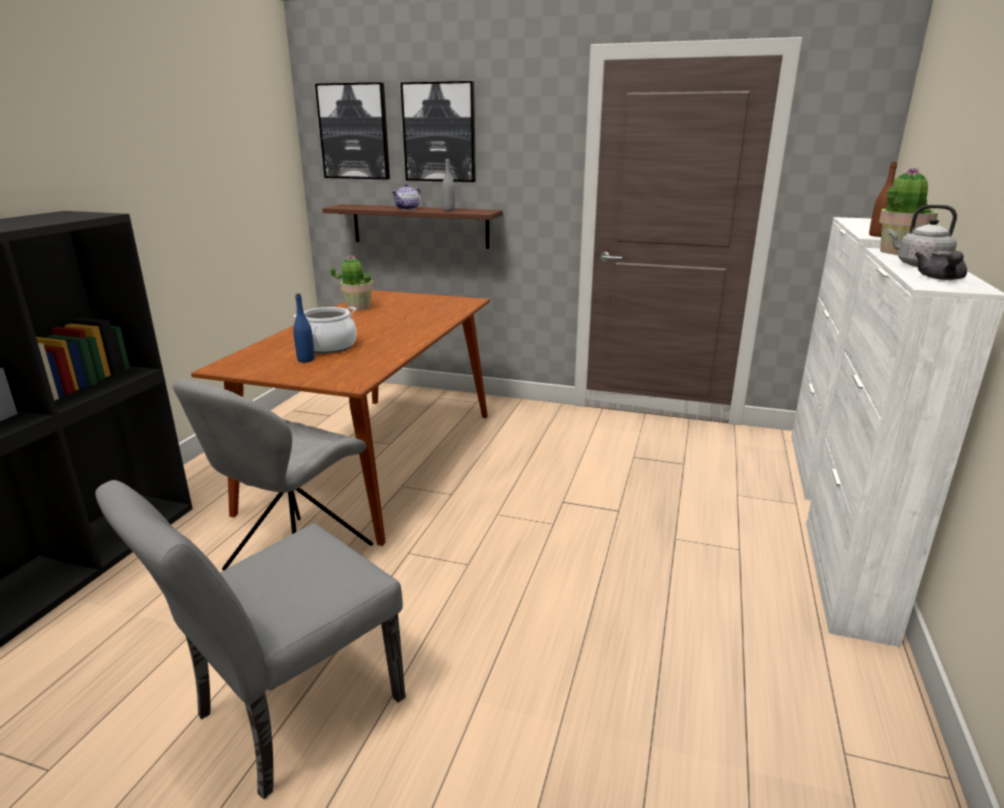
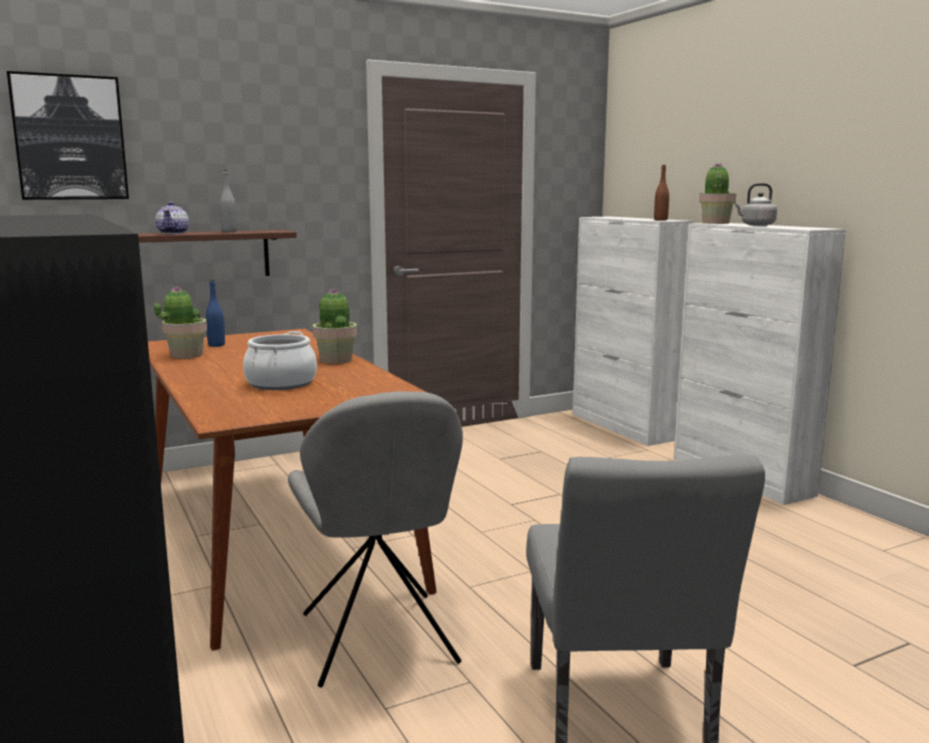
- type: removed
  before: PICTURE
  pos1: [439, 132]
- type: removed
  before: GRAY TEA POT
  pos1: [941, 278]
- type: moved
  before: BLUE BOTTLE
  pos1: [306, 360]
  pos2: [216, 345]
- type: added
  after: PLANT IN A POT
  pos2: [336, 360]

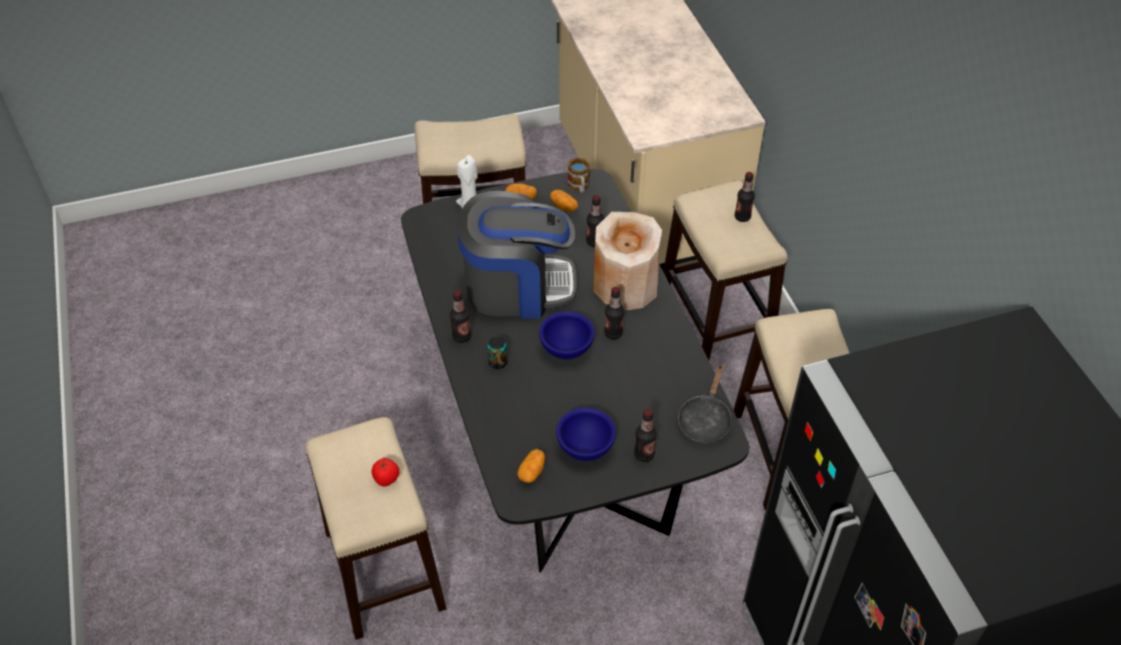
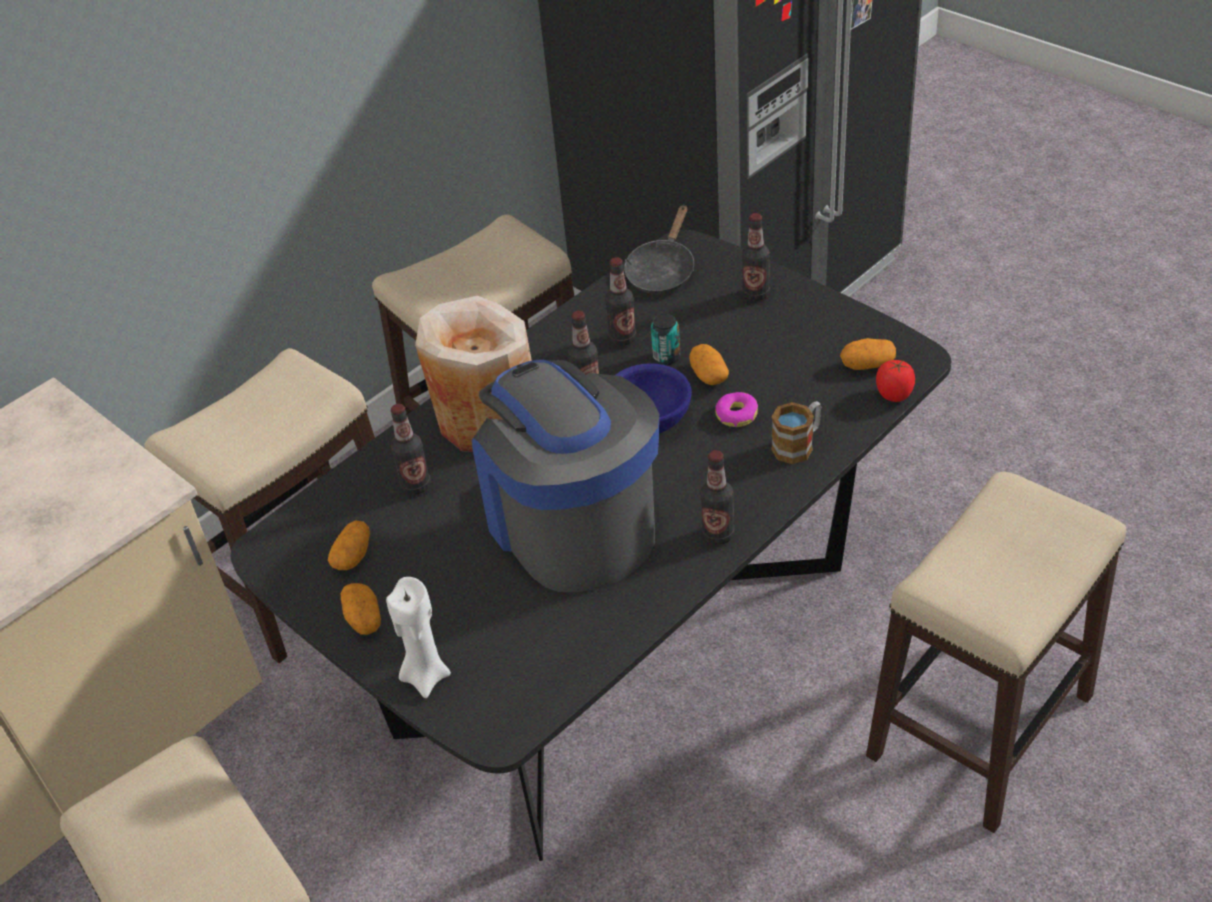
- type: moved
  before: TEA MUG
  pos1: [579, 187]
  pos2: [798, 445]
- type: moved
  before: BOTTLE
  pos1: [742, 217]
  pos2: [622, 338]
- type: moved
  before: METAL CAN
  pos1: [498, 362]
  pos2: [666, 357]
- type: turned
  before: BLACKISH FRYING PAN
  pos1: [705, 419]
  pos2: [662, 271]
  turn: 120
- type: removed
  before: BLUE SERVING BOWL
  pos1: [584, 448]
- type: moved
  before: WHOLE TOMATO
  pos1: [386, 479]
  pos2: [894, 395]
- type: added
  after: SPUD
  pos2: [708, 375]
- type: added
  after: RING DOUGHNUT
  pos2: [736, 415]

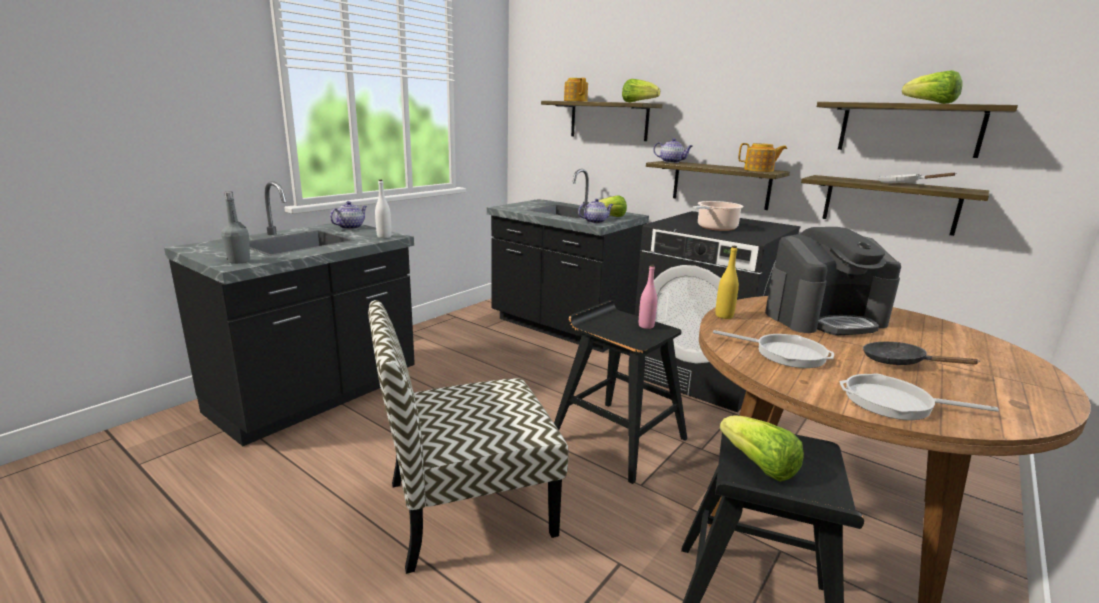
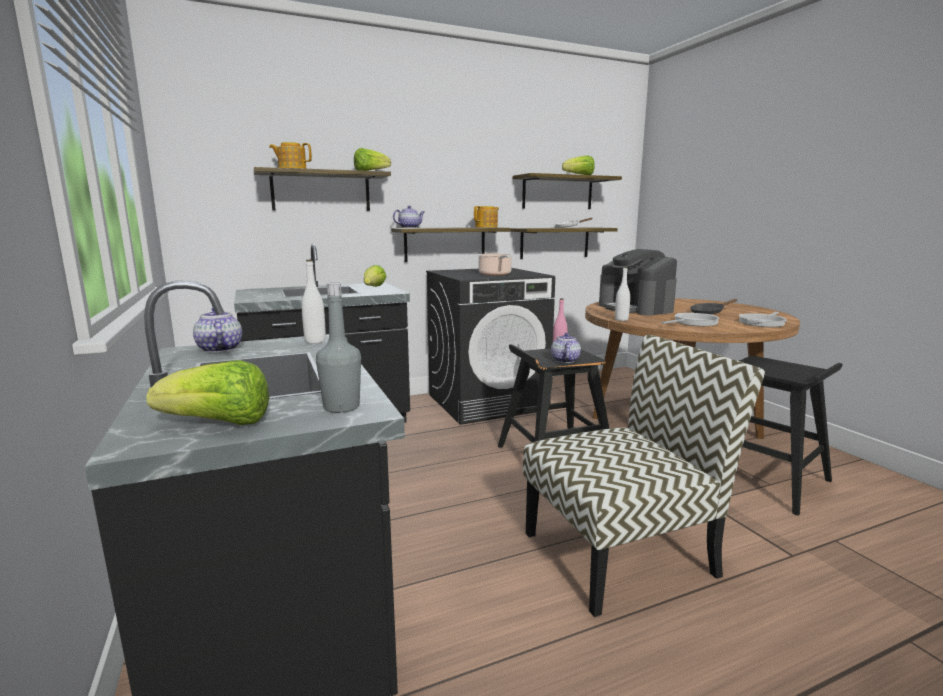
- type: moved
  before: TEA POT
  pos1: [595, 222]
  pos2: [564, 360]
- type: turned
  before: COFFEE MAKER
  pos1: [824, 318]
  pos2: [636, 308]
  turn: 135
- type: recoloured
  before: YELLOWISH BOTTLE
  after: WHITISH BOTTLE
  pos1: [724, 316]
  pos2: [621, 319]
- type: turned
  before: CHAIR
  pos1: [467, 509]
  pos2: [620, 552]
  turn: -120
- type: moved
  before: HEAD OF LETTUCE
  pos1: [758, 465]
  pos2: [219, 424]

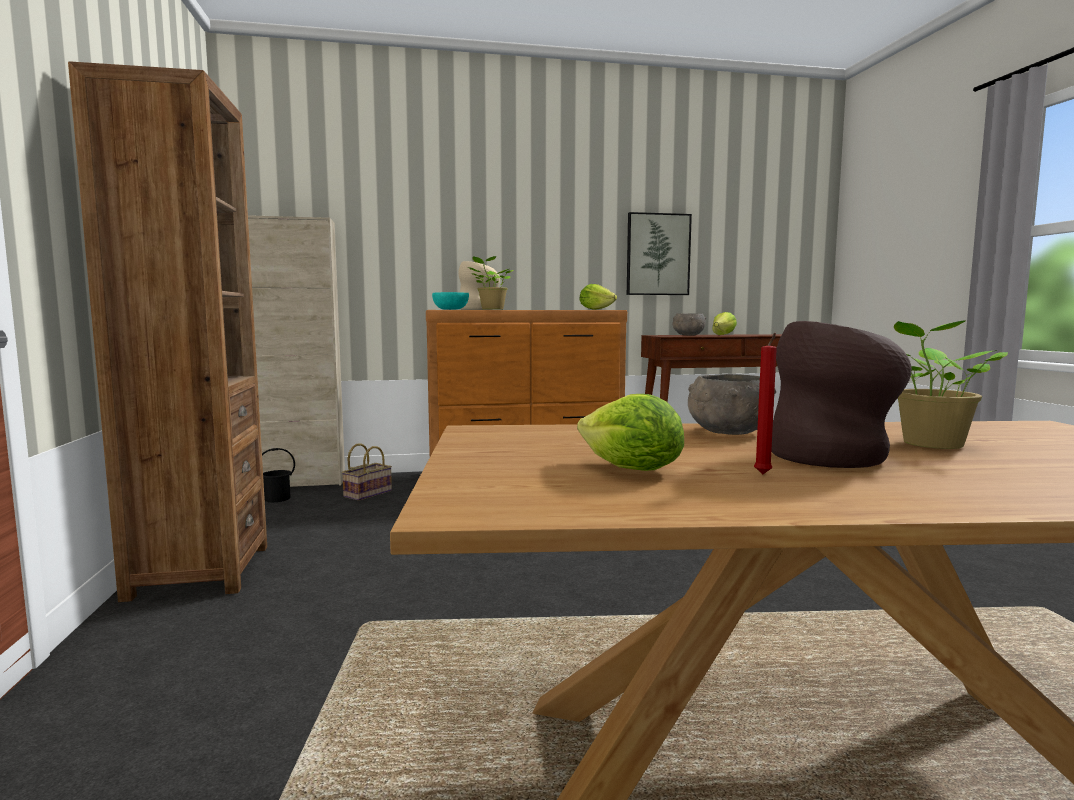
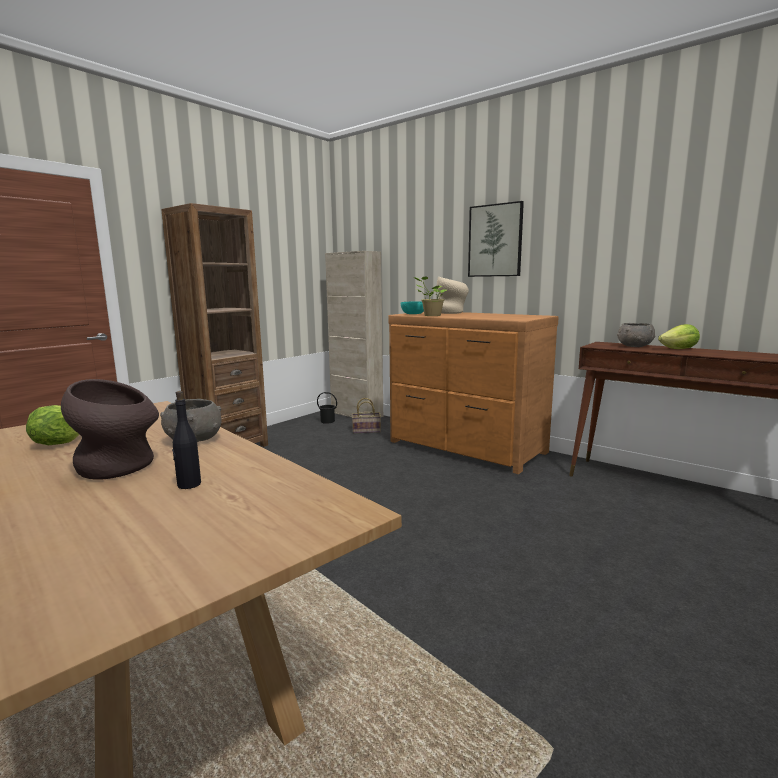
- type: moved
  before: PICTURE
  pos1: [657, 254]
  pos2: [495, 240]
- type: removed
  before: HEAD OF LETTUCE
  pos1: [596, 309]
- type: replaced
  before: PLANT IN A POT
  after: BLACKISH BOTTLE
  pos1: [930, 444]
  pos2: [189, 484]
- type: removed
  before: RED WAX LIGHT
  pos1: [763, 475]

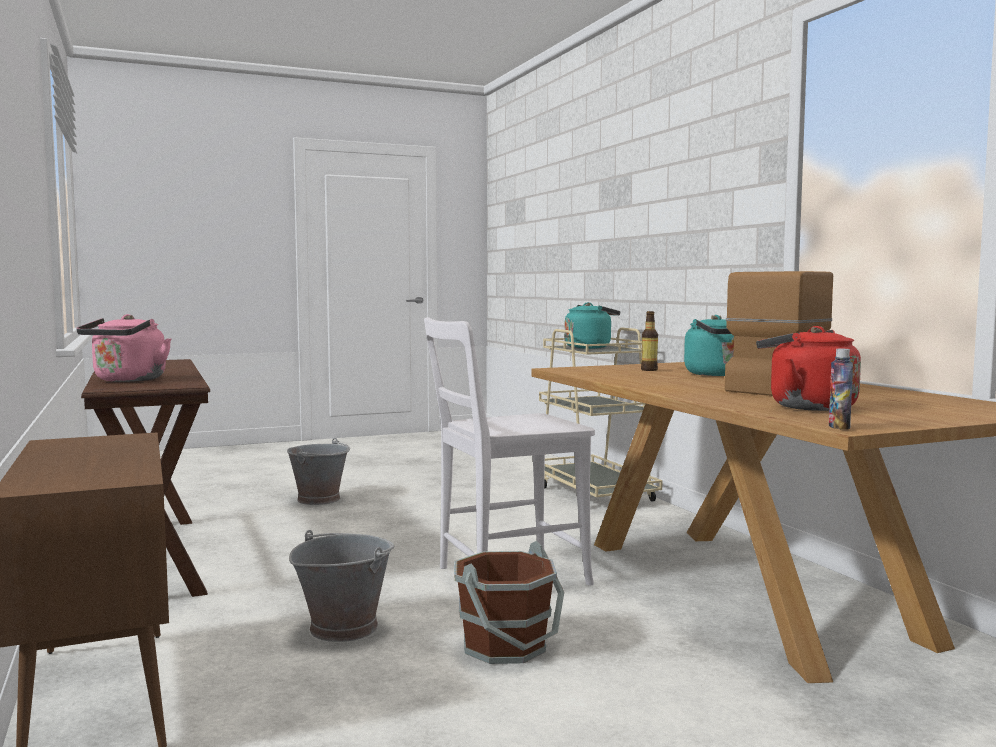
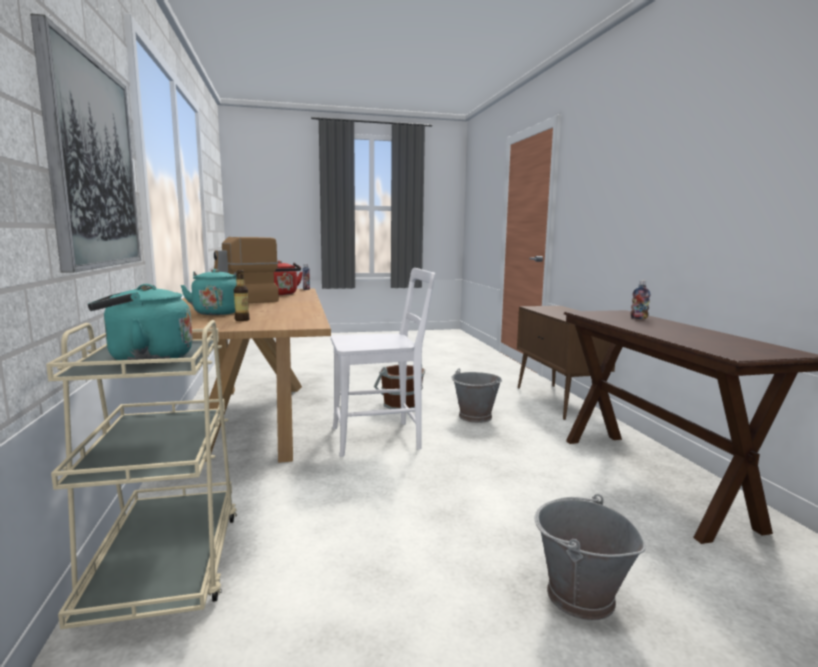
- type: replaced
  before: PINK WATER KETTLE
  after: BOTTLE
  pos1: [127, 380]
  pos2: [638, 318]
- type: added
  after: PICTURE
  pos2: [92, 165]

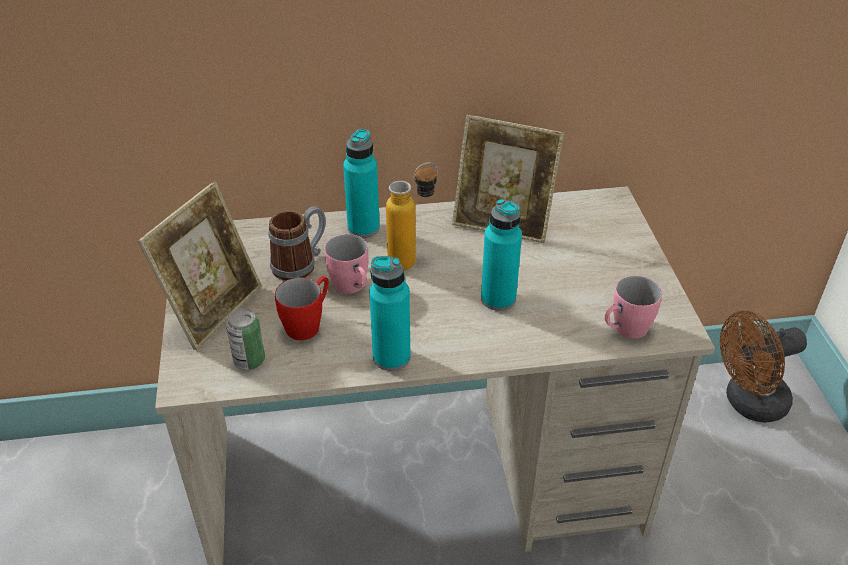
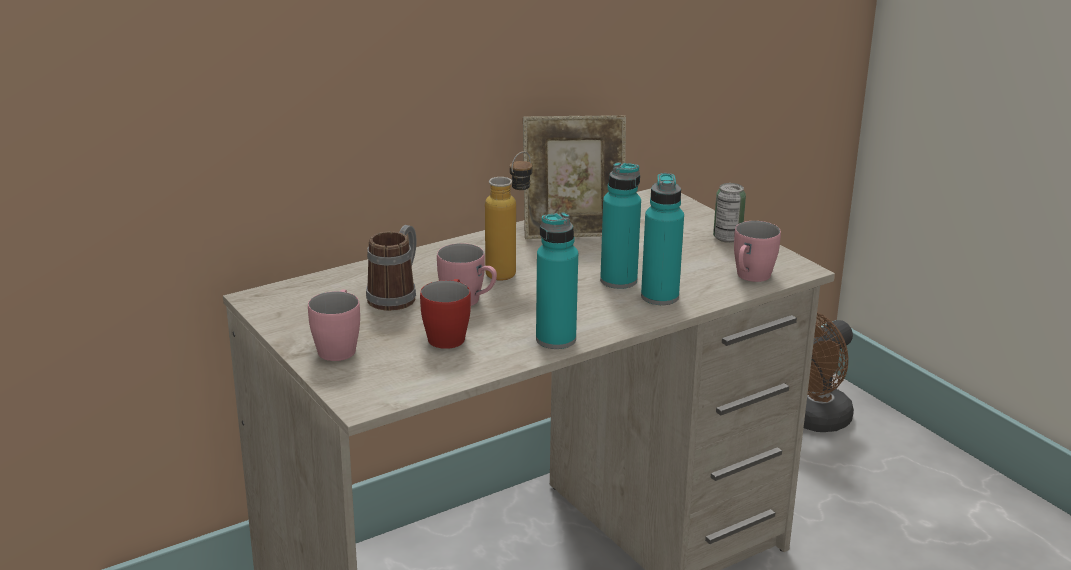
- type: moved
  before: TURQUOISE BOTTLE
  pos1: [363, 228]
  pos2: [659, 297]
- type: replaced
  before: PHOTO FRAME
  after: PINK TEA MUG
  pos1: [214, 310]
  pos2: [338, 346]
- type: moved
  before: METAL CAN
  pos1: [249, 360]
  pos2: [727, 238]

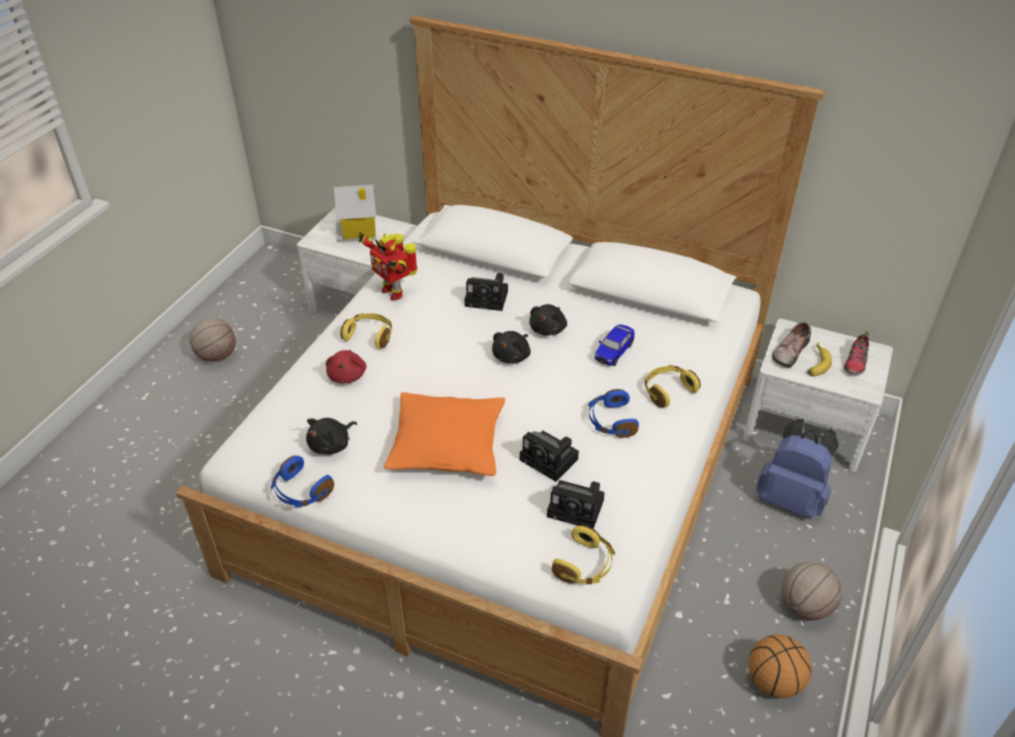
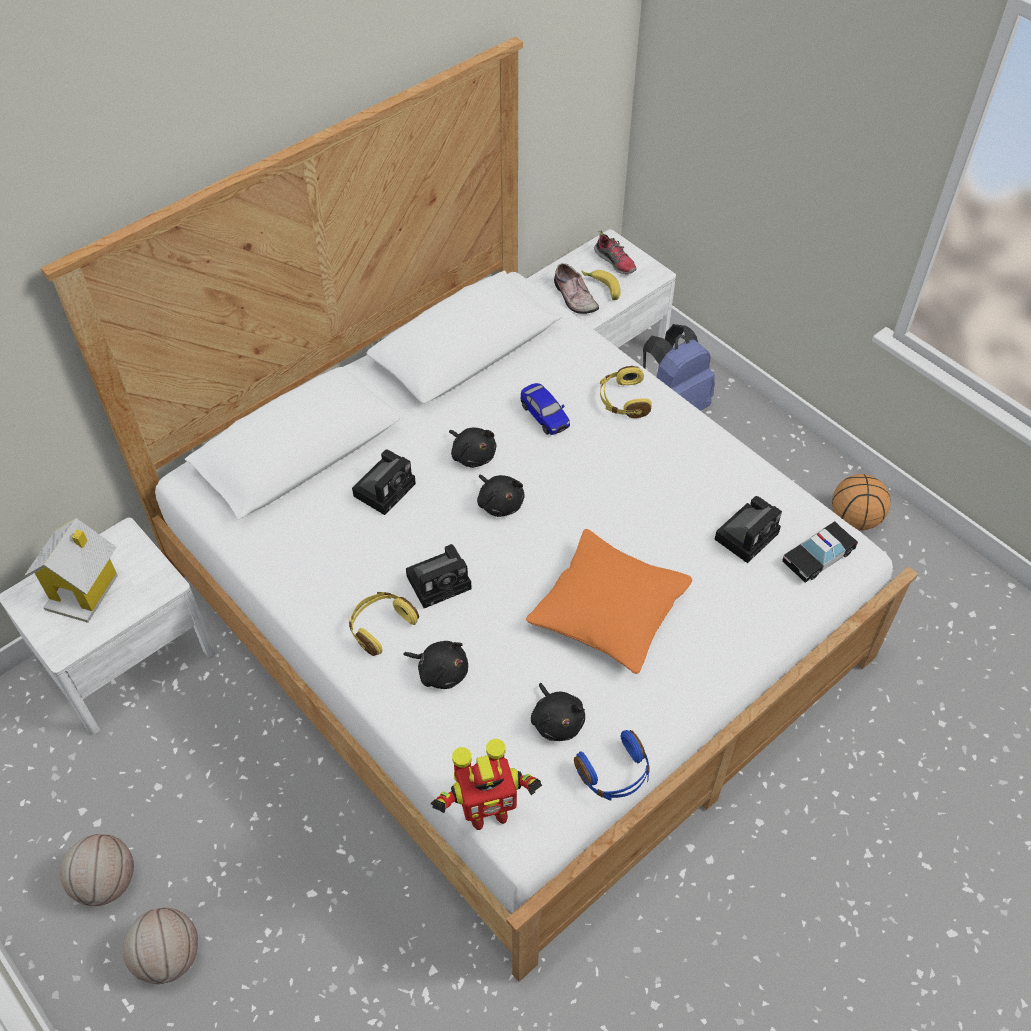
- type: moved
  before: ROBOT FIGURE
  pos1: [393, 292]
  pos2: [486, 813]
- type: recoloured
  before: RED CUDDLY TOY
  after: BLACKISH CUDDLY TOY
  pos1: [347, 375]
  pos2: [440, 671]
- type: removed
  before: BLUE PAIR OF HEADPHONES
  pos1: [611, 421]
- type: moved
  before: PHOTO CAMERA
  pos1: [551, 460]
  pos2: [441, 581]
- type: replaced
  before: YELLOWISH PAIR OF HEADPHONES
  after: MODEL CAR
  pos1: [585, 565]
  pos2: [818, 557]
- type: moved
  before: BASKETBALL BALL
  pos1: [805, 606]
  pos2: [168, 957]

